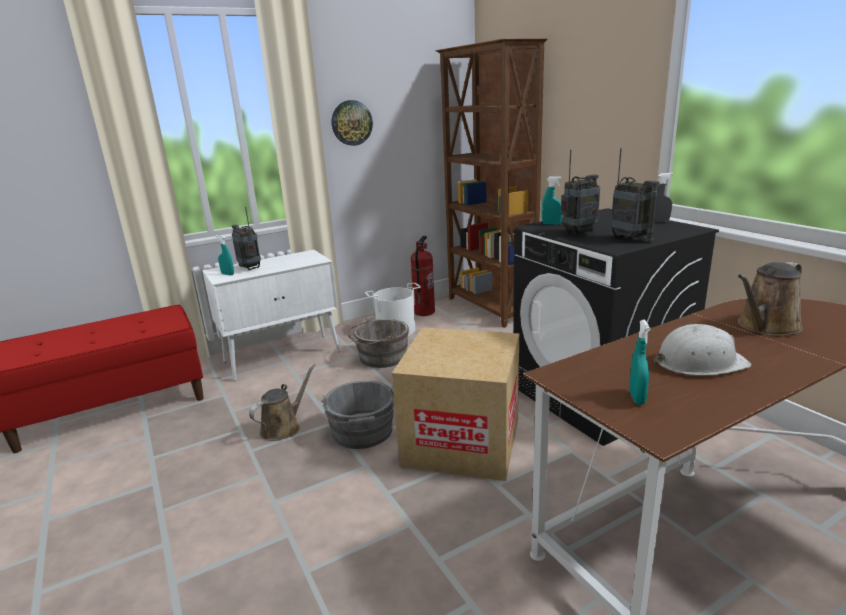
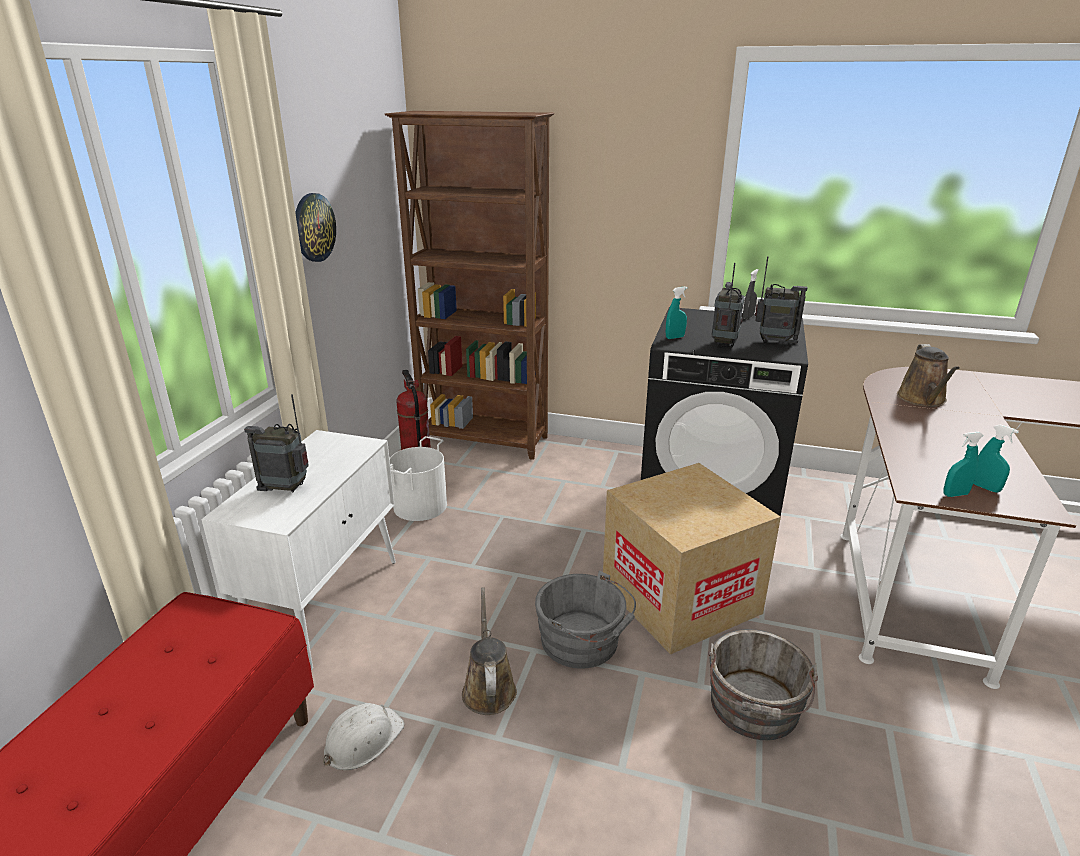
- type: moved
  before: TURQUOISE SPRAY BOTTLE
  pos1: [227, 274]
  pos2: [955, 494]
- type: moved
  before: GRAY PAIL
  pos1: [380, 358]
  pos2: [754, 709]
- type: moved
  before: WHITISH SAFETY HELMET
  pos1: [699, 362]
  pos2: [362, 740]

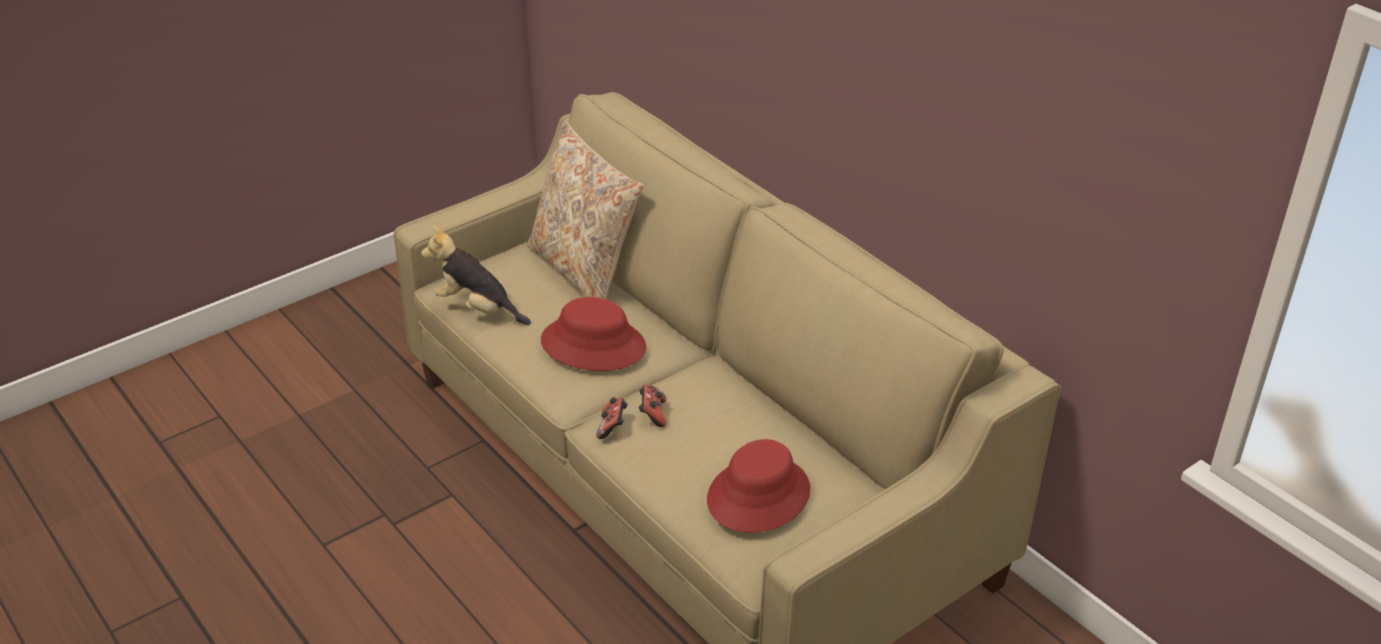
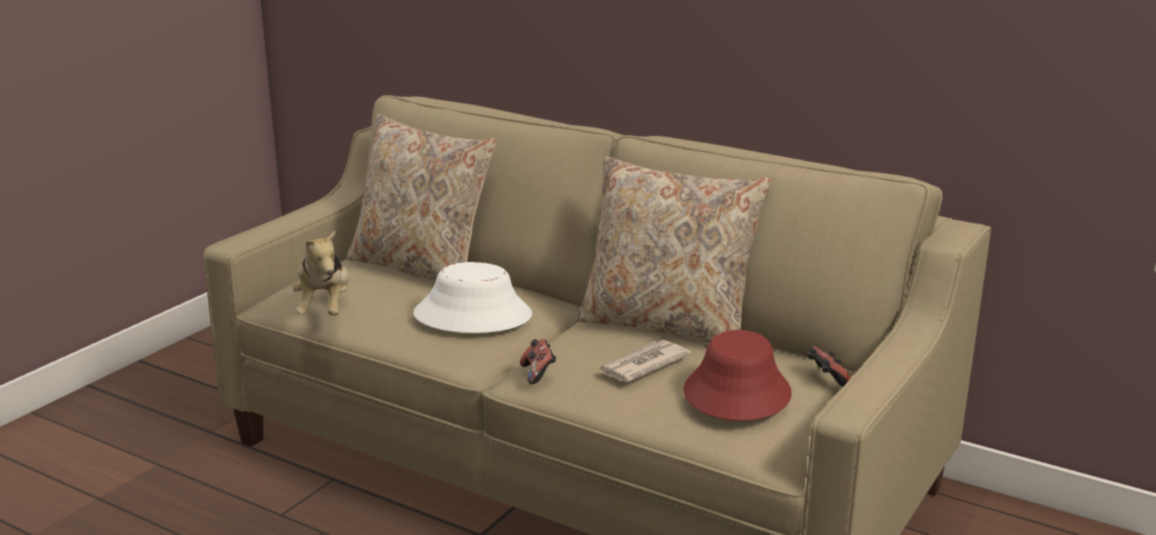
- type: turned
  before: CUDDLY TOY
  pos1: [478, 308]
  pos2: [325, 309]
  turn: -105
- type: recoloured
  before: RED CLOTHING HAT
  after: WHITISH CLOTHING HAT
  pos1: [593, 344]
  pos2: [473, 315]
- type: moved
  before: GAMEPAD
  pos1: [652, 414]
  pos2: [826, 380]
- type: added
  after: BEIGE-COLOURED THROW PILLOW
  pos2: [668, 325]
- type: added
  after: NEWSPAPER
  pos2: [642, 365]

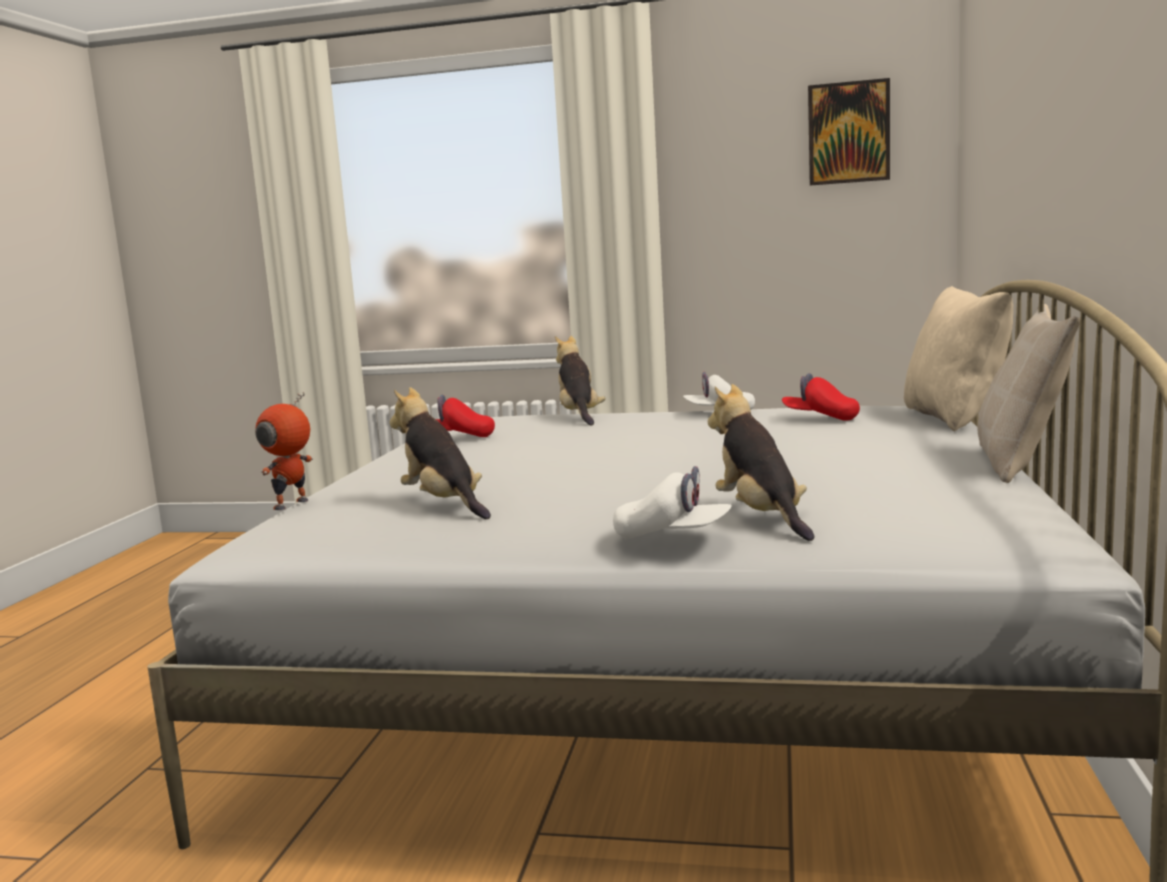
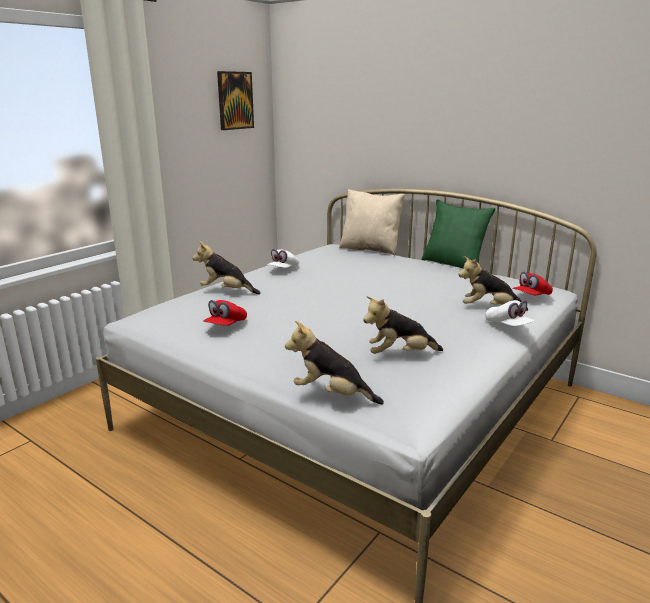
- type: recoloured
  before: BEIGE-COLOURED THROW PILLOW
  after: GREEN THROW PILLOW
  pos1: [1021, 464]
  pos2: [454, 263]
- type: moved
  before: RED PEAKED CAP
  pos1: [820, 418]
  pos2: [531, 296]
- type: replaced
  before: ROBOT FIGURE
  after: CUDDLY TOY
  pos1: [292, 505]
  pos2: [332, 394]
- type: turned
  before: WHITISH PEAKED CAP
  pos1: [672, 536]
  pos2: [508, 326]
  turn: 105

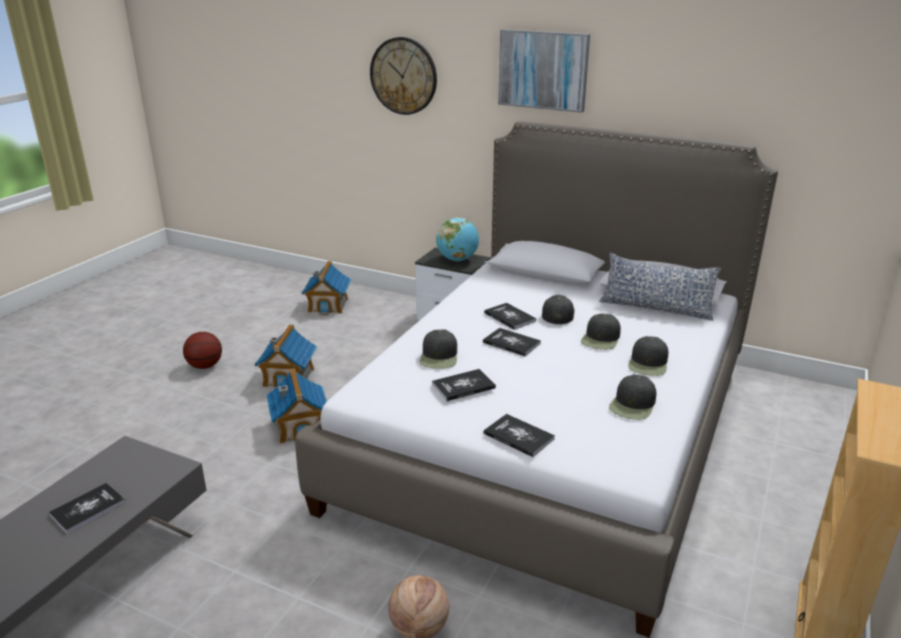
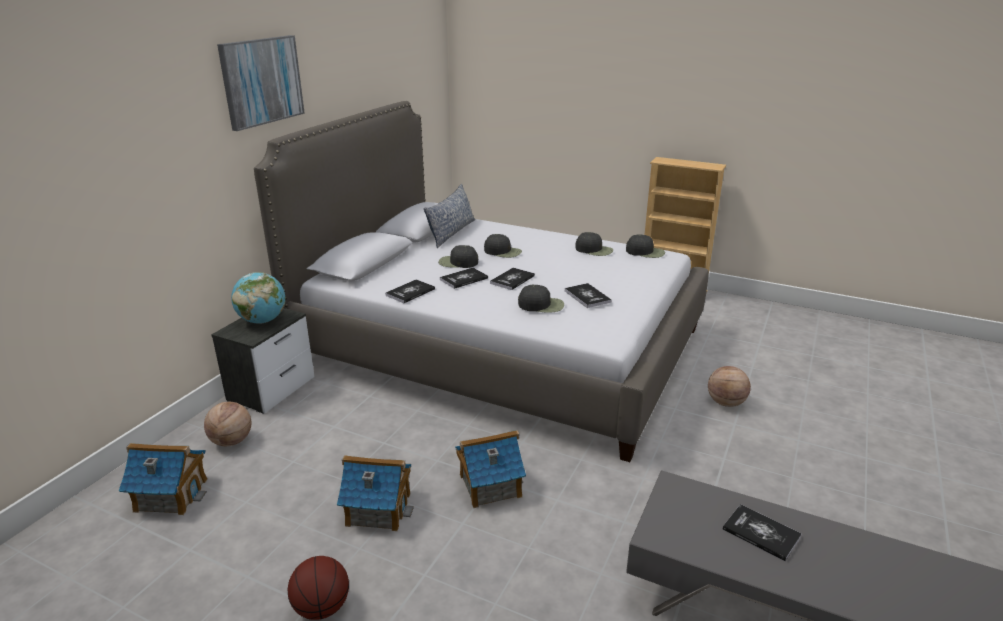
- type: removed
  before: CLOCK ON THE WALL
  pos1: [403, 76]
- type: moved
  before: BLACKISH PEAKED CAP
  pos1: [648, 363]
  pos2: [645, 252]
- type: moved
  before: BOOK
  pos1: [518, 436]
  pos2: [410, 292]
- type: added
  after: BASKETBALL BALL
  pos2: [232, 441]

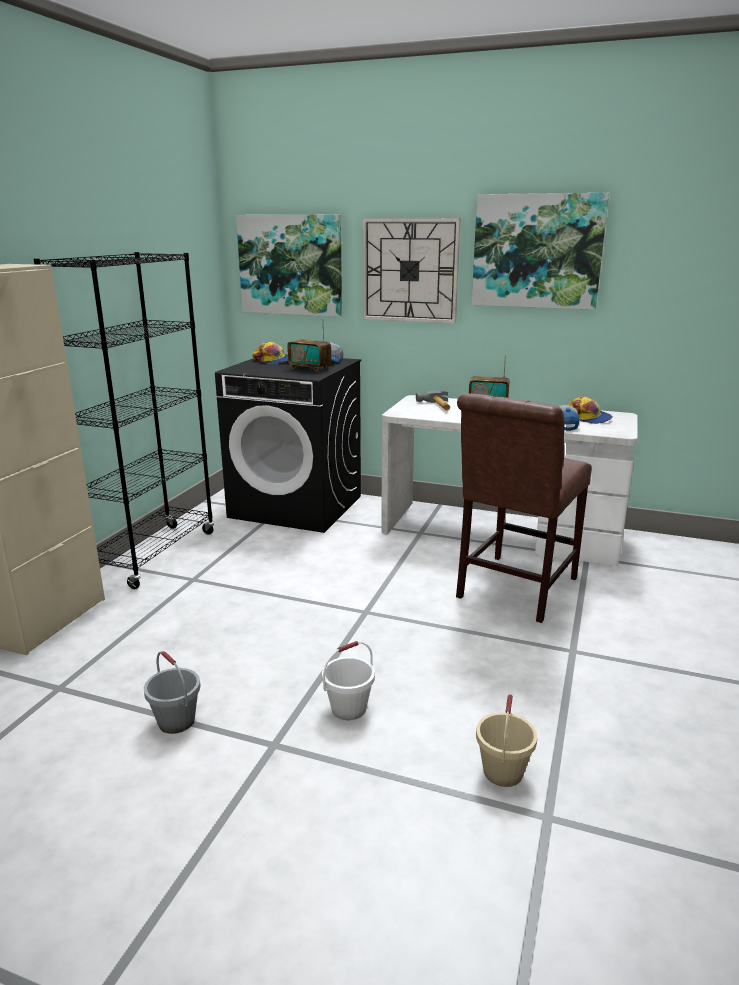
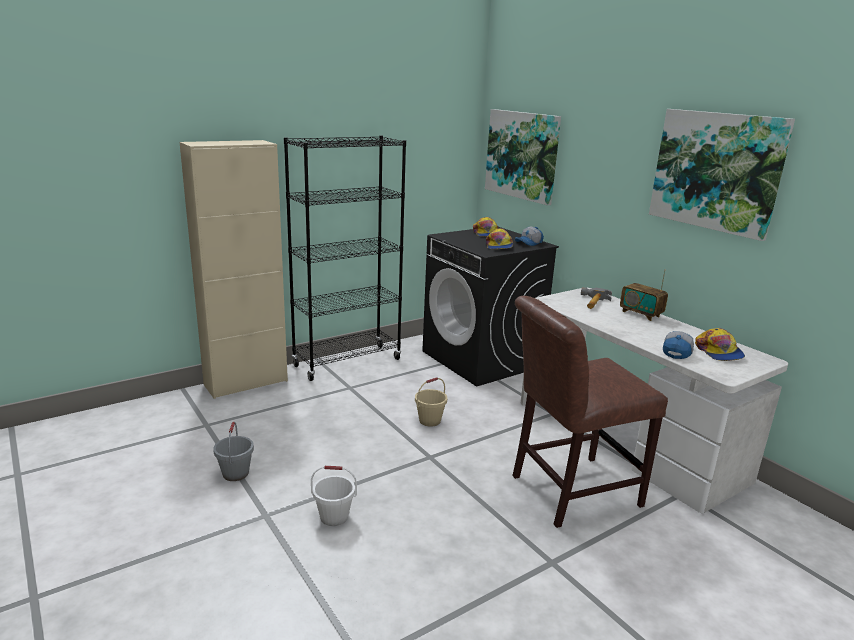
- type: removed
  before: CLOCK ON THE WALL
  pos1: [410, 270]
- type: replaced
  before: RADIO RECEIVER
  after: PEAKED CAP
  pos1: [310, 369]
  pos2: [499, 246]
- type: moved
  before: BEIGE-COLOURED PAIL
  pos1: [503, 772]
  pos2: [430, 421]

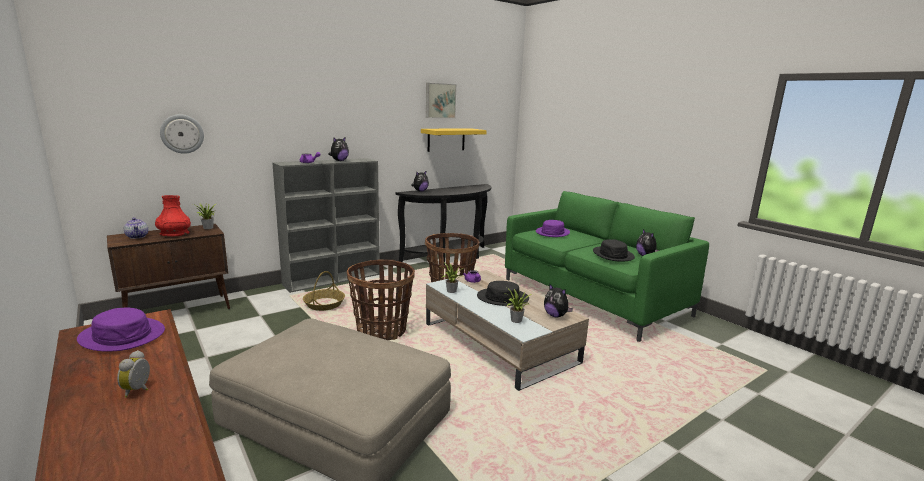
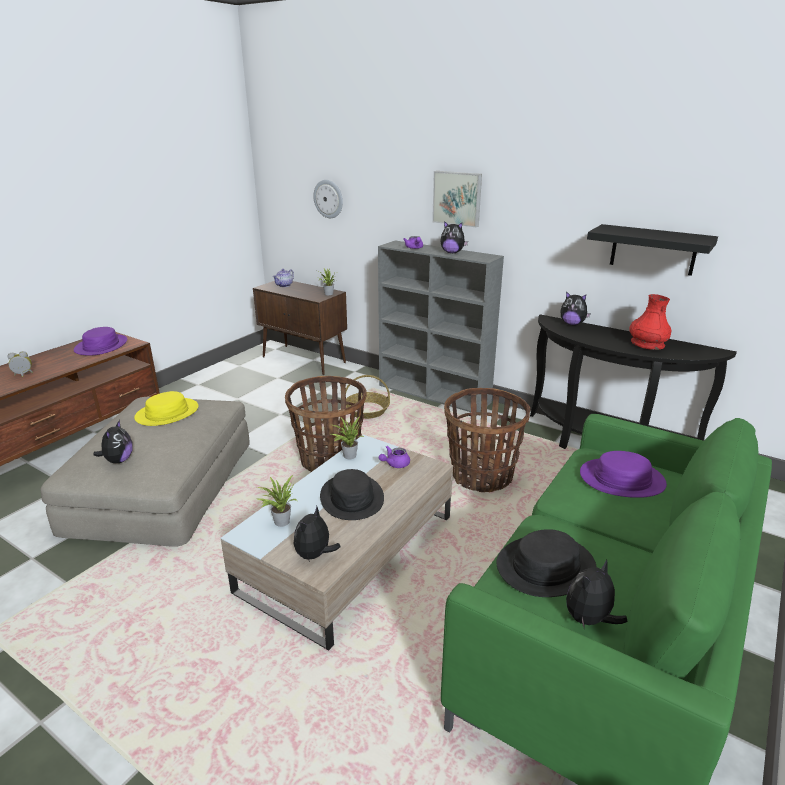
- type: moved
  before: PICTURE
  pos1: [440, 100]
  pos2: [457, 198]
- type: recoloured
  before: YELLOWISH BRACKET SHELF
  after: BLACKISH BRACKET SHELF
  pos1: [446, 139]
  pos2: [653, 250]
- type: moved
  before: RED DECORATIVE VASE
  pos1: [174, 234]
  pos2: [647, 344]
- type: added
  after: YELLOWISH CLOTHING HAT
  pos2: [167, 413]
- type: added
  after: CUDDLY TOY
  pos2: [118, 460]

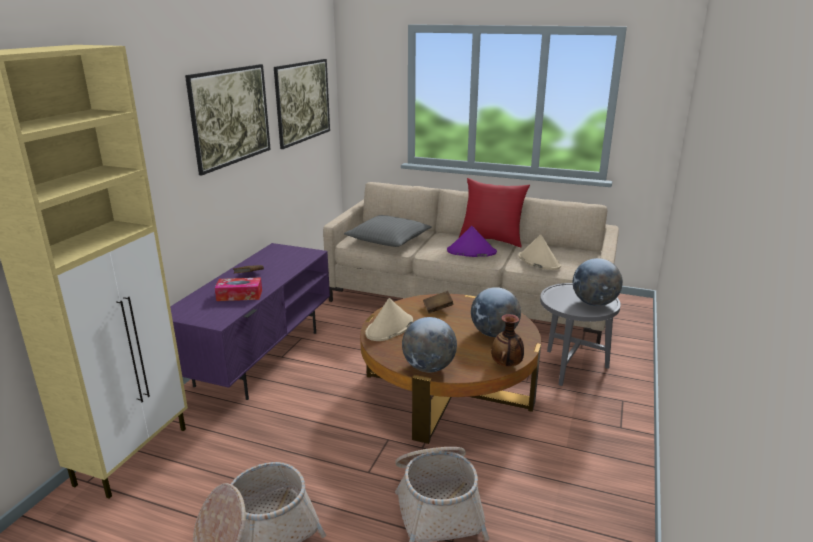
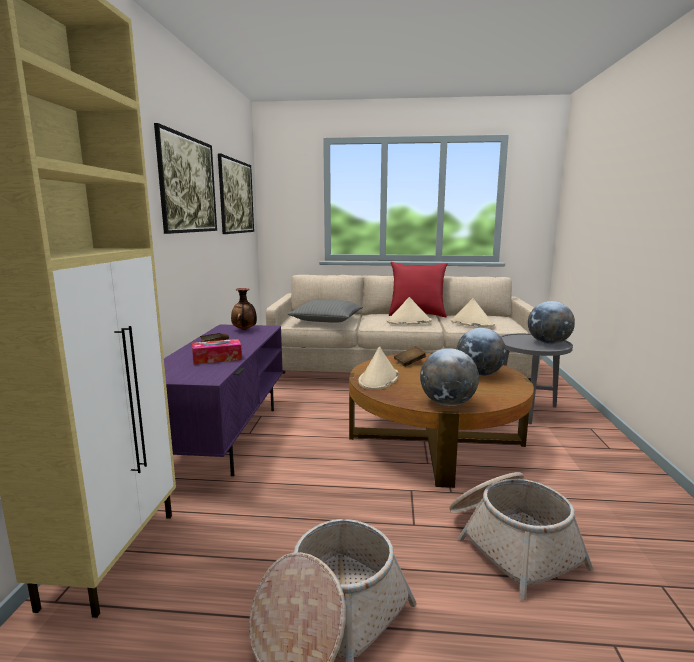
- type: recoloured
  before: PURPLE-COLOURED CLOTHING HAT
  after: BEIGE-COLOURED CLOTHING HAT
  pos1: [471, 252]
  pos2: [409, 322]
- type: moved
  before: DECORATIVE VASE
  pos1: [507, 365]
  pos2: [245, 330]

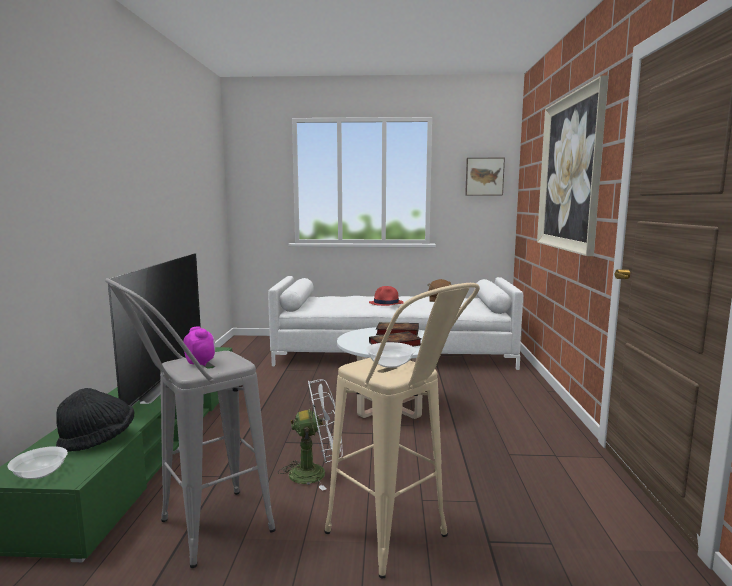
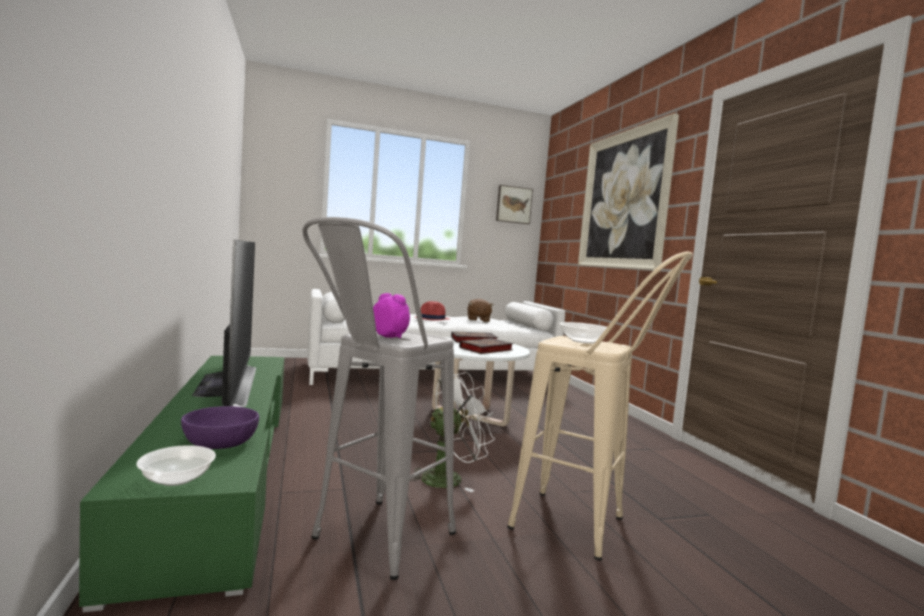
- type: replaced
  before: BLACKISH CLOTHING HAT
  after: PURPLE-COLOURED SERVING BOWL
  pos1: [98, 440]
  pos2: [220, 443]

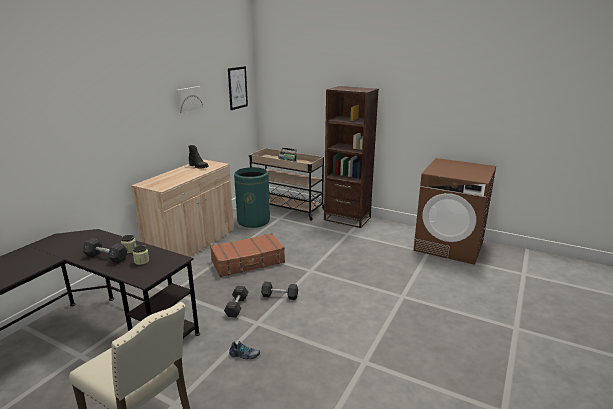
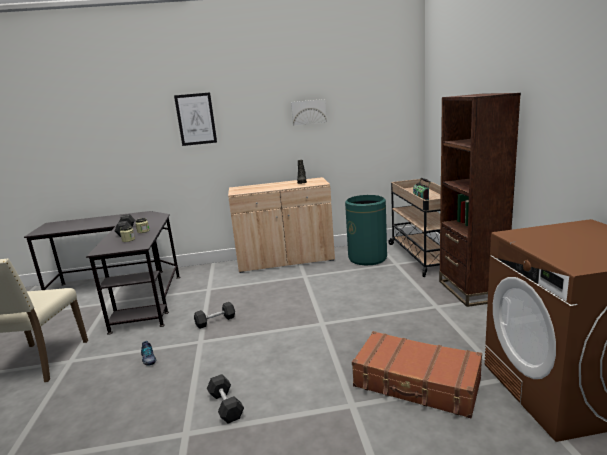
- type: moved
  before: PICTURE
  pos1: [237, 88]
  pos2: [196, 119]
- type: moved
  before: BROWN-COLOURED TRAVEL CASE
  pos1: [248, 262]
  pos2: [416, 383]
- type: moved
  before: GRAY FREE WEIGHT
  pos1: [280, 296]
  pos2: [226, 406]

